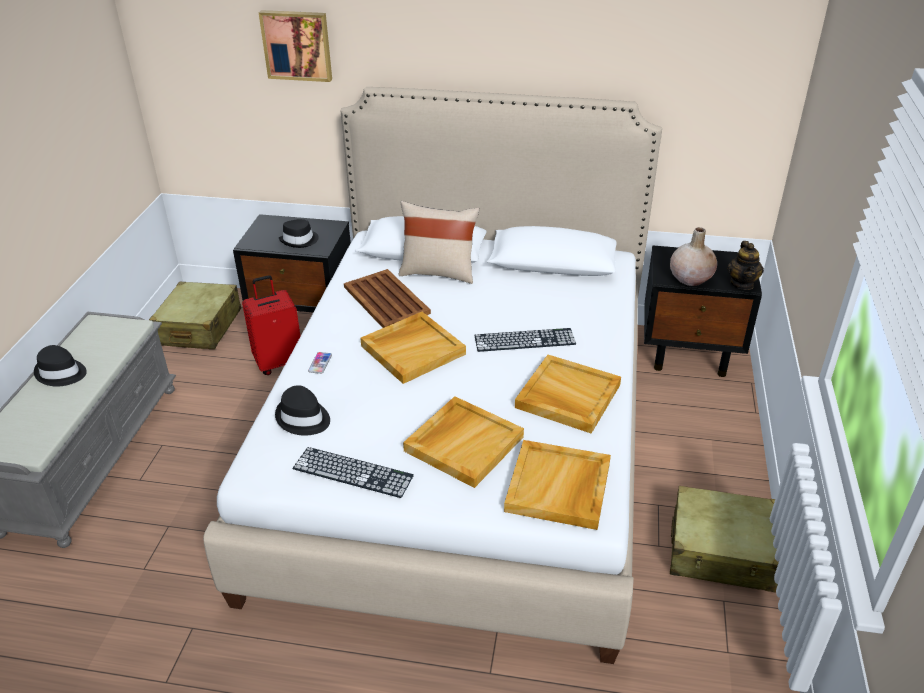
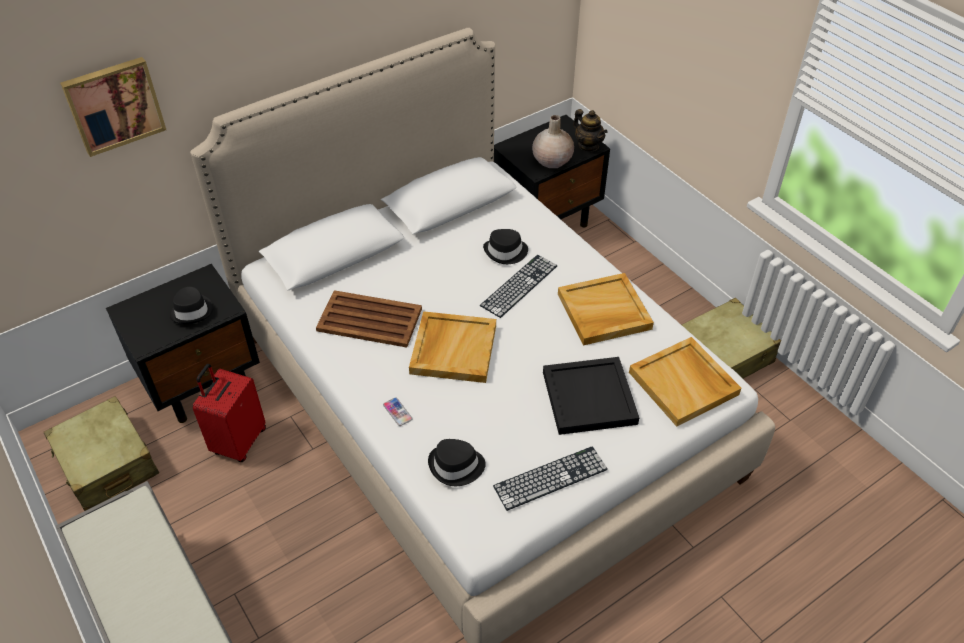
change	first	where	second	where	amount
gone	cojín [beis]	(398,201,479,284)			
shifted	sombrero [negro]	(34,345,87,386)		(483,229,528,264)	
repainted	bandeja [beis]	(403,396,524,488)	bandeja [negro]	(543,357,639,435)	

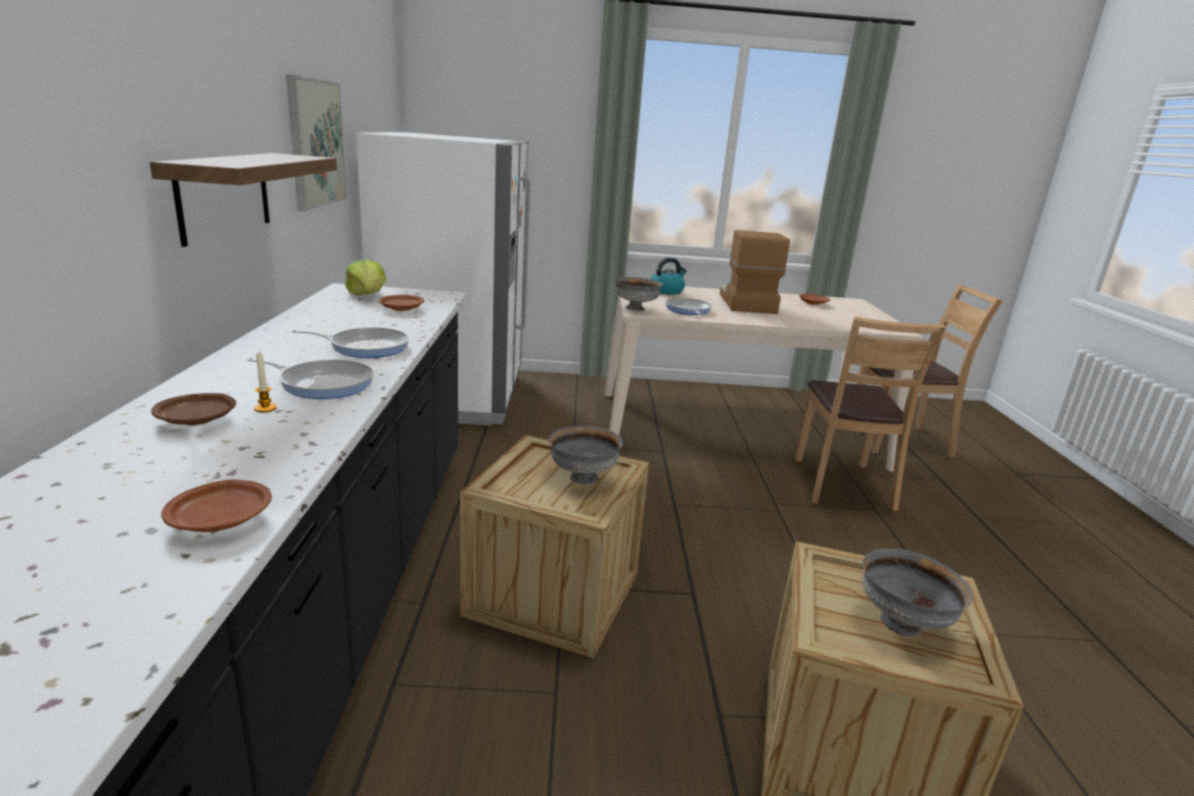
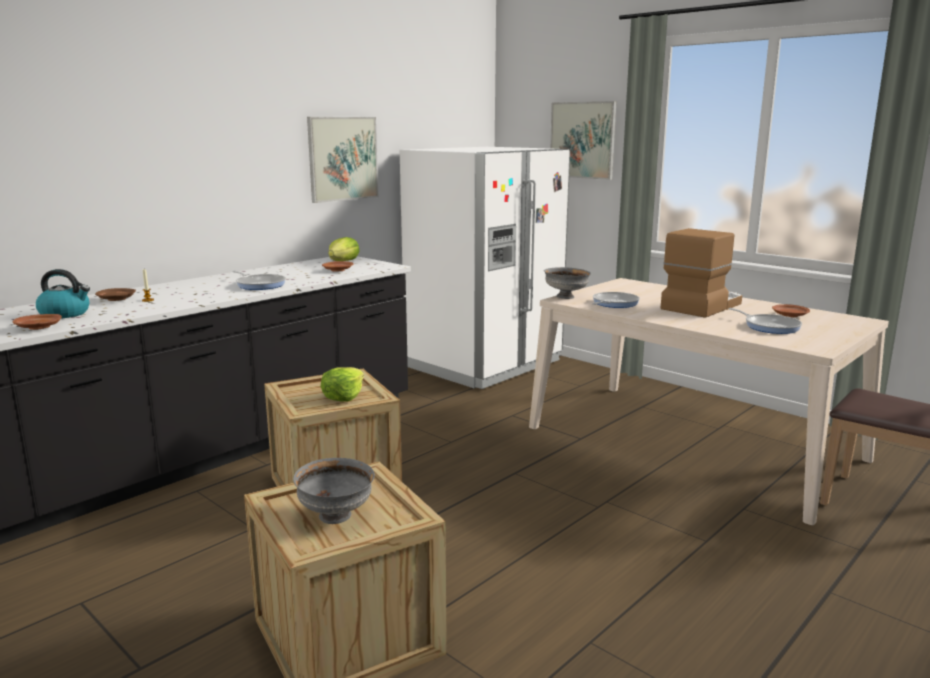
change	first	where	second	where	amount
gone	estante	(150,153,337,247)			
gone	silla [marrón]	(795,317,946,511)			
new			cuadro	(550,101,616,180)	
shifted	sartén	(247,357,374,399)		(729,308,802,334)	
shifted	hervidor	(651,258,687,295)		(36,269,90,318)	
swapped	cuenco [gris]	(548,426,623,484)	lechuga	(321,367,364,402)	

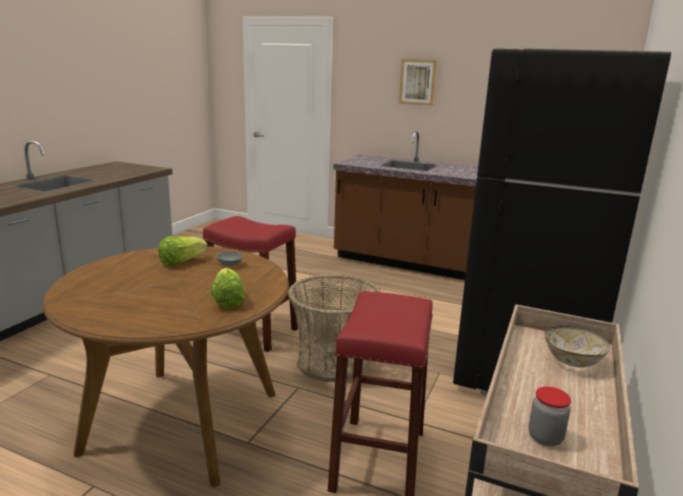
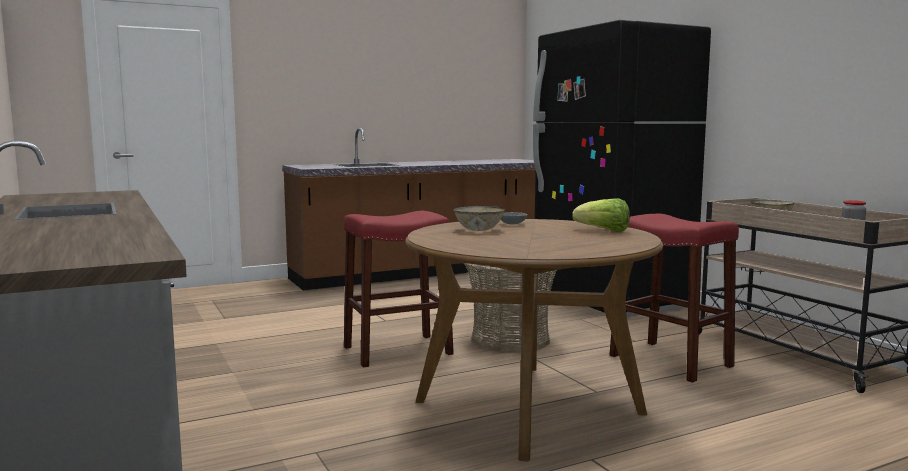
change	first	where	second	where	amount
gone	cuadro	(399,59,437,106)			
swapped	lechuga	(158,236,208,266)	cuenco	(454,206,505,231)	

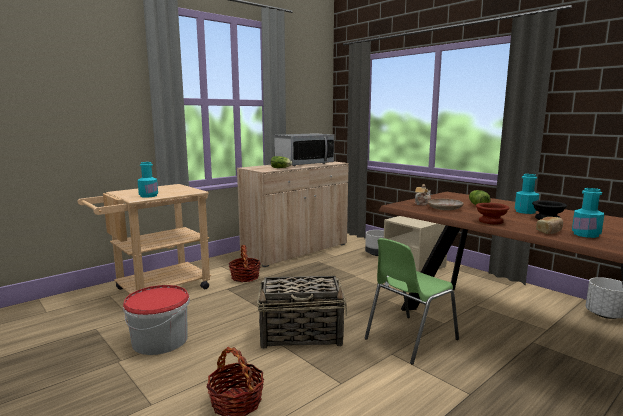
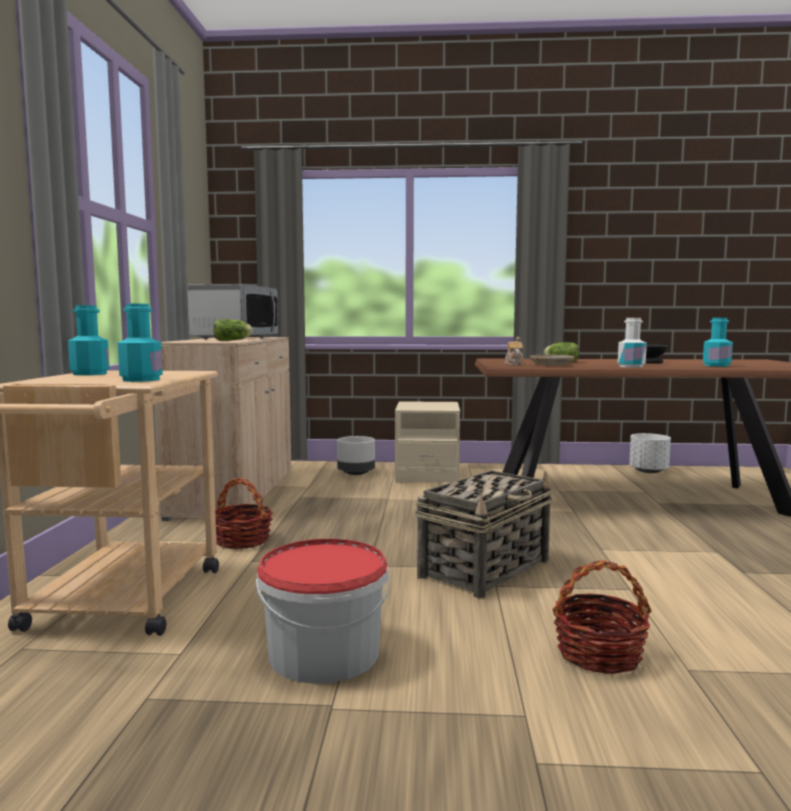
change	first	where	second	where	amount
gone	silla [verde]	(365,238,459,365)			
gone	pan	(536,217,563,234)			
shifted	botella [turquesa]	(515,174,539,214)		(68,305,110,375)	
swapped	cuenco [marrón]	(476,203,510,224)	botella [blanco]	(618,318,647,368)	

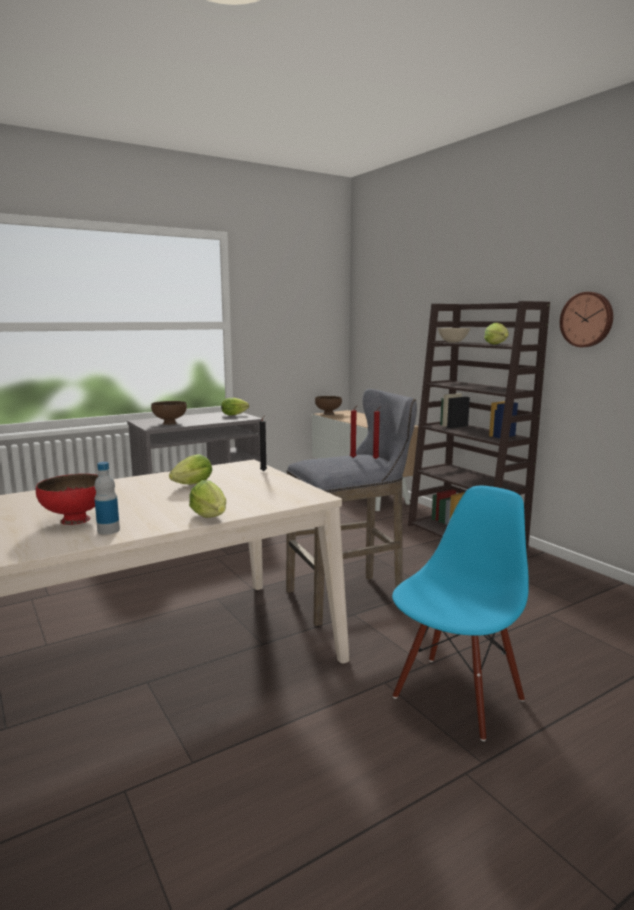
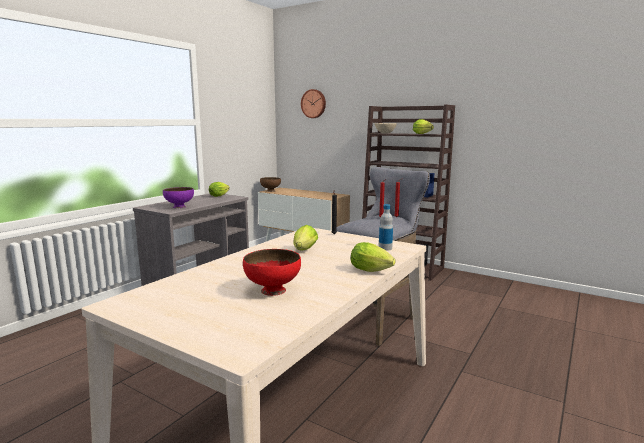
change	first	where	second	where	amount
gone	silla [azul]	(392,486,529,741)			
shifted	botella	(94,462,120,535)		(379,204,393,251)	
shifted	reloj de pared	(560,292,613,347)		(301,89,326,118)	
repainted	cuenco [marrón]	(151,401,187,425)	cuenco [morado]	(163,187,194,208)	

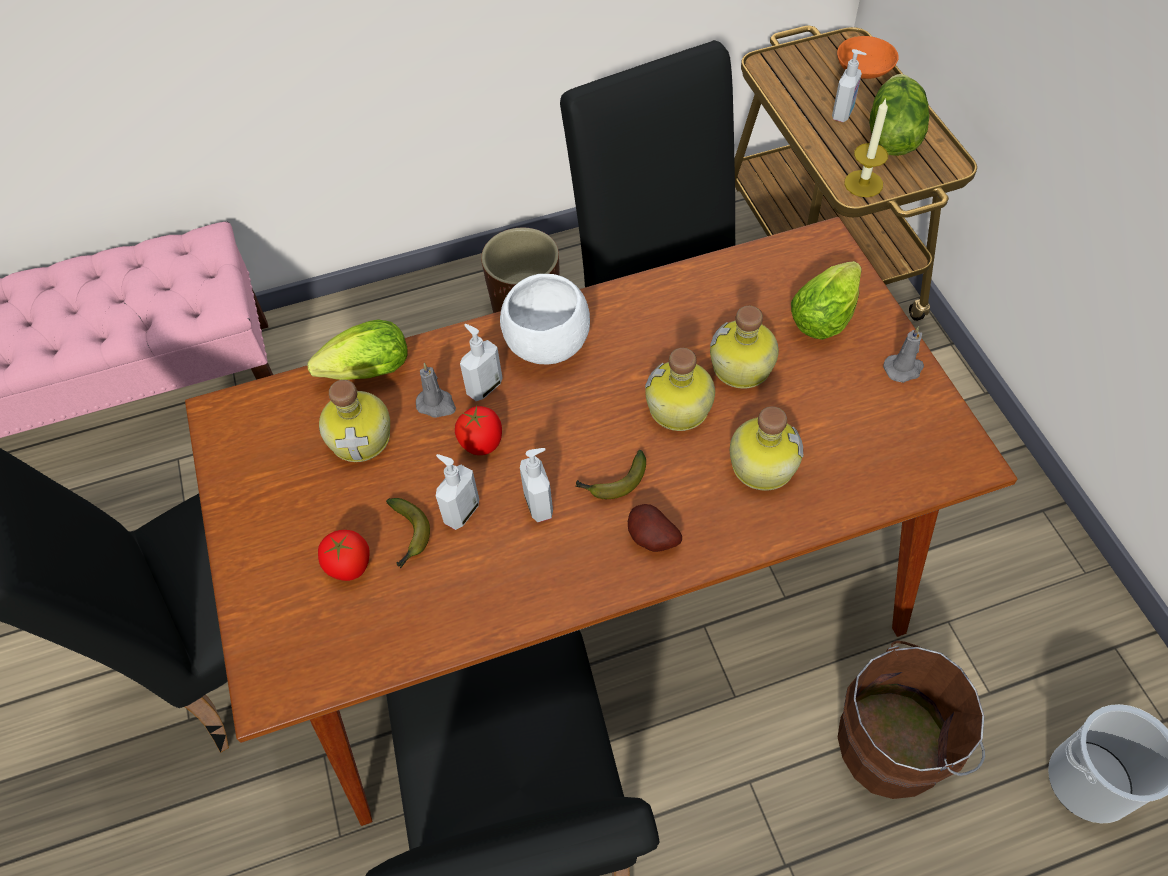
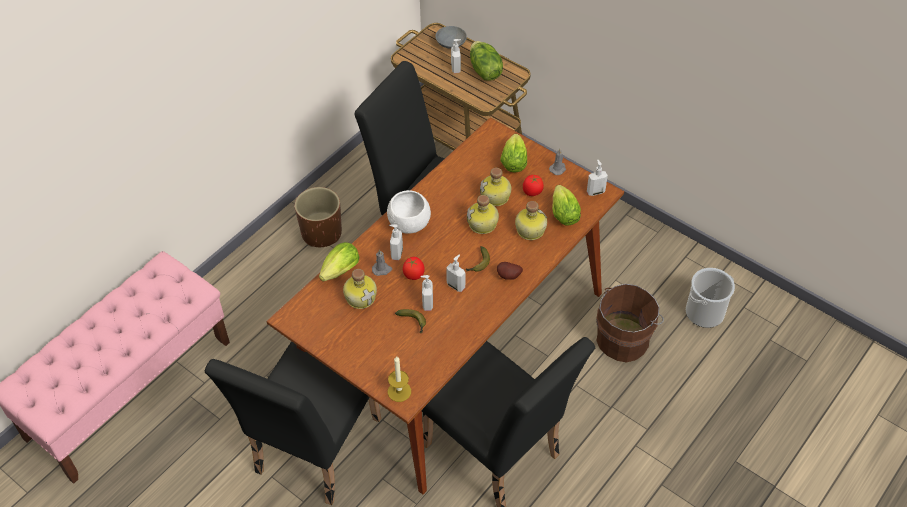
change	first	where	second	where	amount
new			lechuga	(552,185,581,226)	
new			dispensador de jabón	(587,160,608,196)	
shifted	tomate	(318,530,370,581)		(523,175,544,196)	
shifted	vela	(844,98,888,197)		(388,356,411,402)	
repainted	cuenco [naranja]	(837,36,899,79)	cuenco [gris]	(435,26,467,49)	

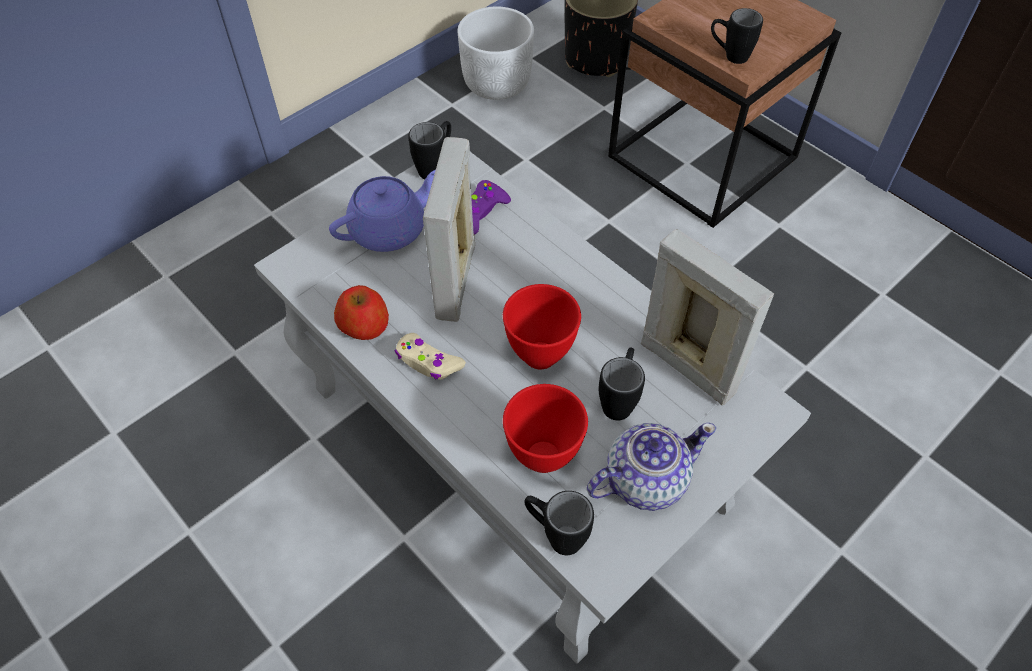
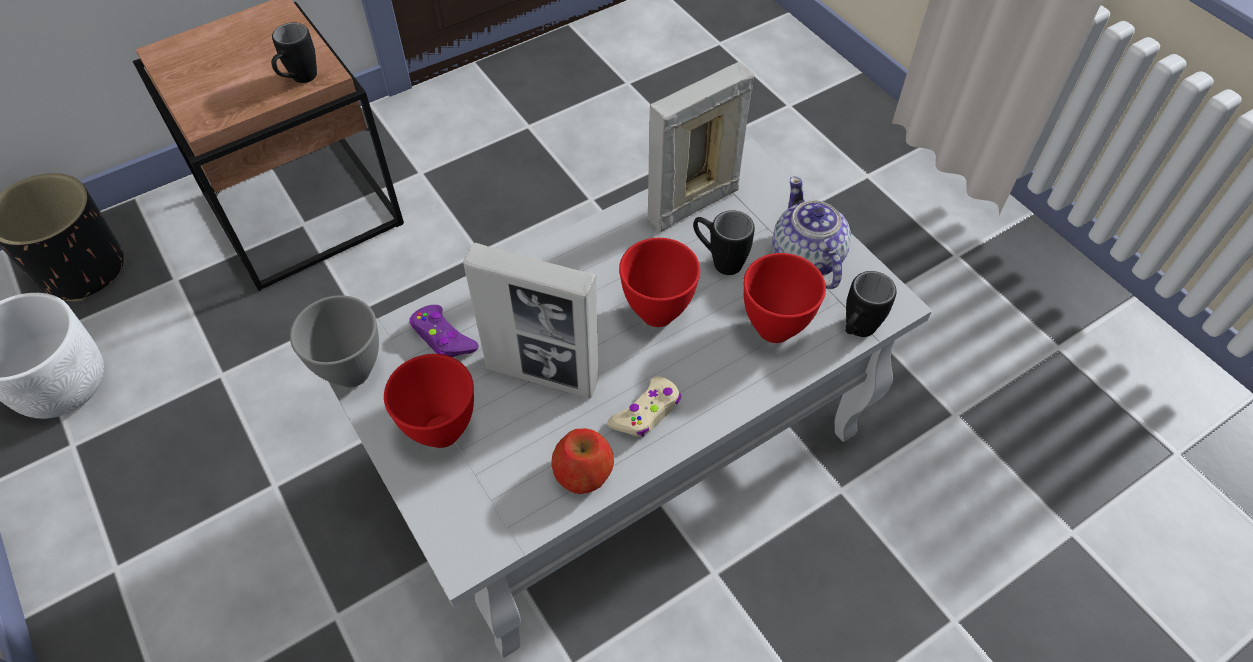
change	first	where	second	where	amount
swapped	tetera [morado]	(329,170,435,252)	cuenco [rojo]	(384,354,474,448)	
swapped	taza grande [negro]	(408,121,451,179)	cuenco [gris]	(290,295,379,387)	

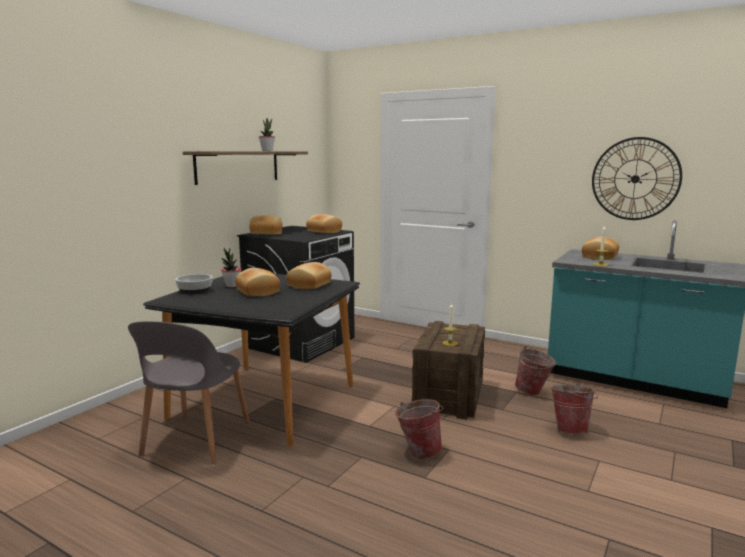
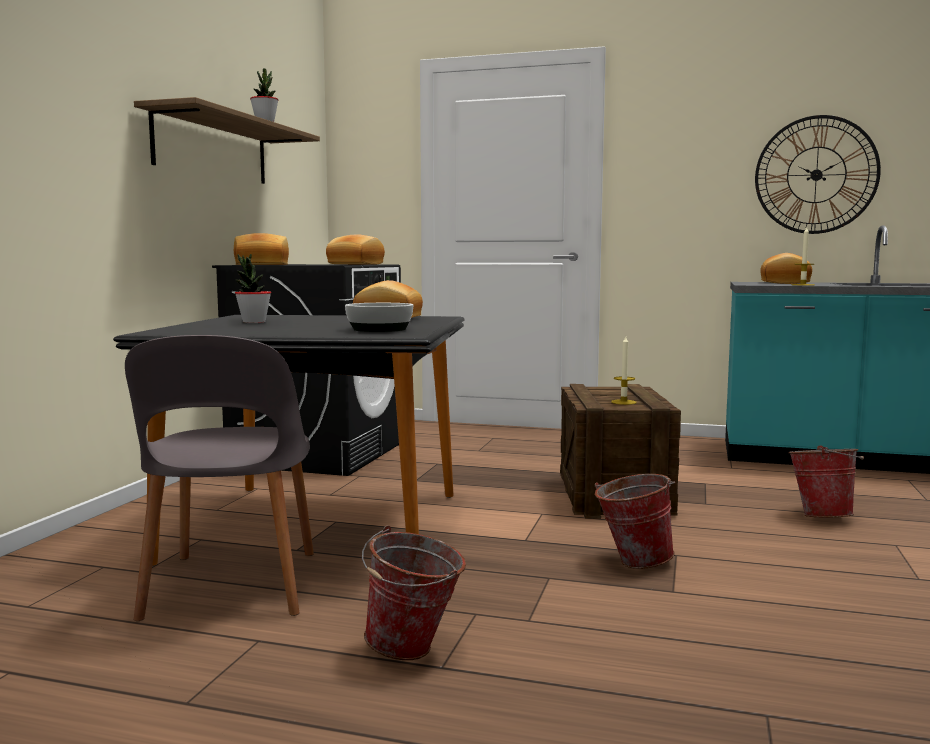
change	first	where	second	where	amount
gone	pan	(235,268,280,297)			
shifted	cuenco	(175,274,213,294)		(345,303,413,332)	
shifted	cubo	(515,346,556,395)		(362,526,466,660)	

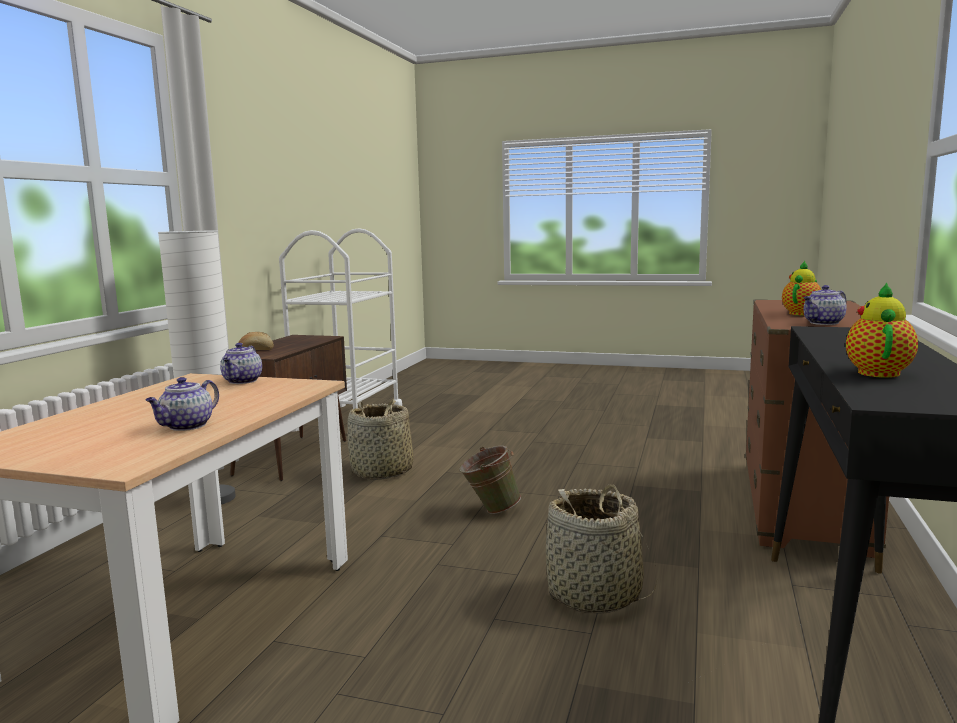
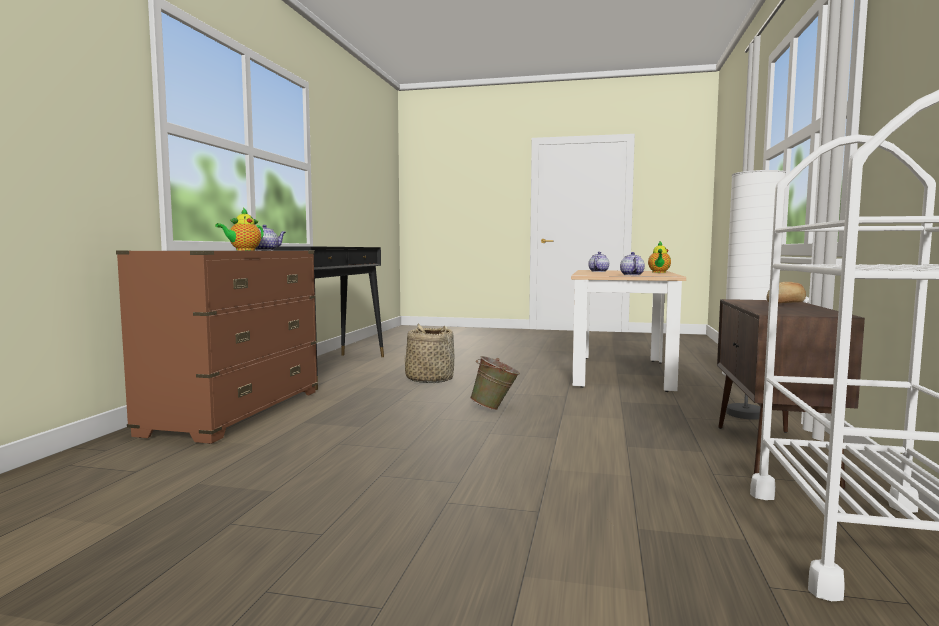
change	first	where	second	where	amount
gone	cesta	(347,399,413,480)			
shifted	tetera	(846,282,918,378)		(648,241,671,273)	

